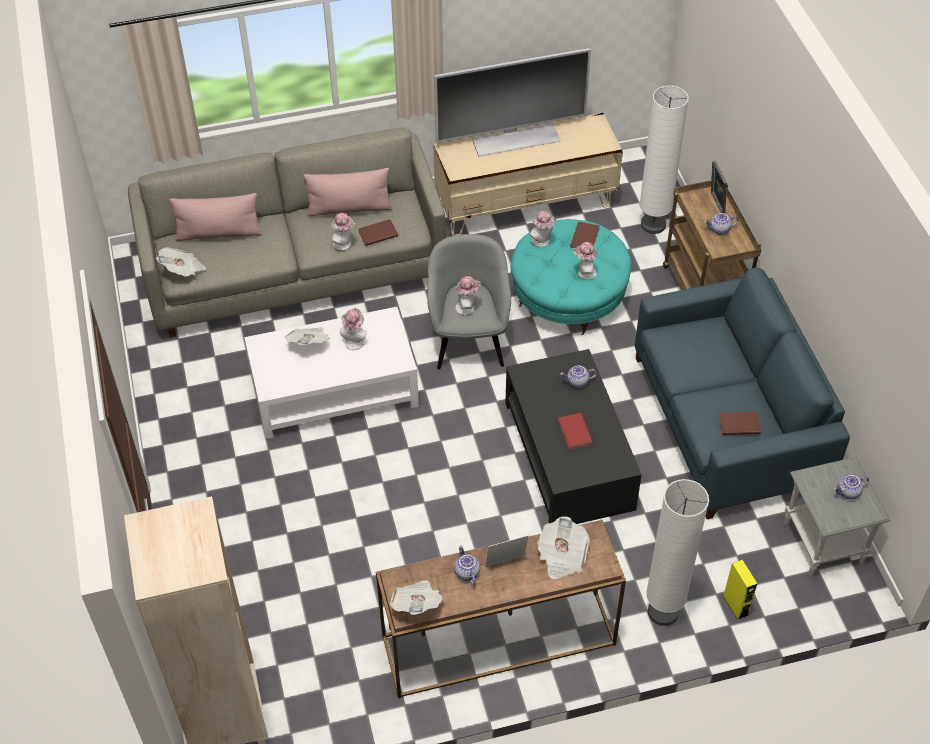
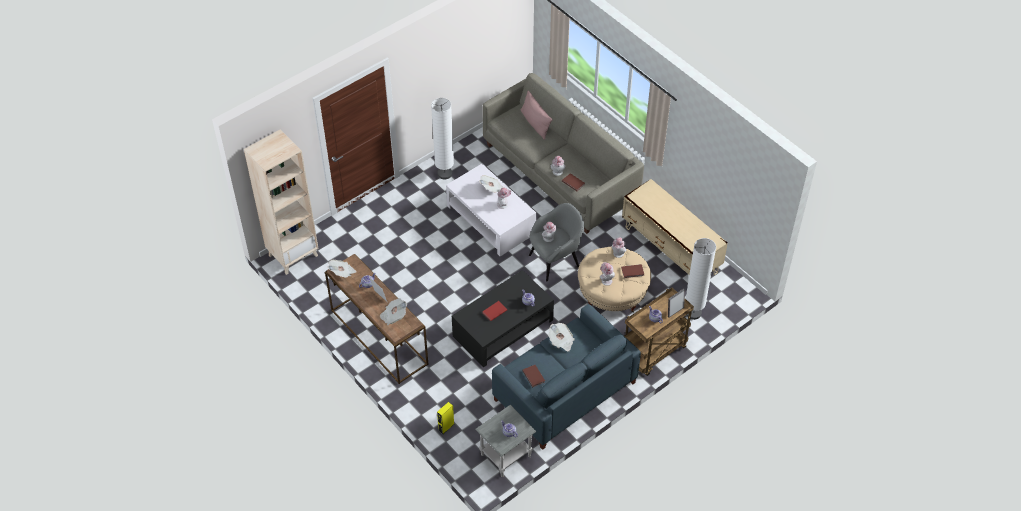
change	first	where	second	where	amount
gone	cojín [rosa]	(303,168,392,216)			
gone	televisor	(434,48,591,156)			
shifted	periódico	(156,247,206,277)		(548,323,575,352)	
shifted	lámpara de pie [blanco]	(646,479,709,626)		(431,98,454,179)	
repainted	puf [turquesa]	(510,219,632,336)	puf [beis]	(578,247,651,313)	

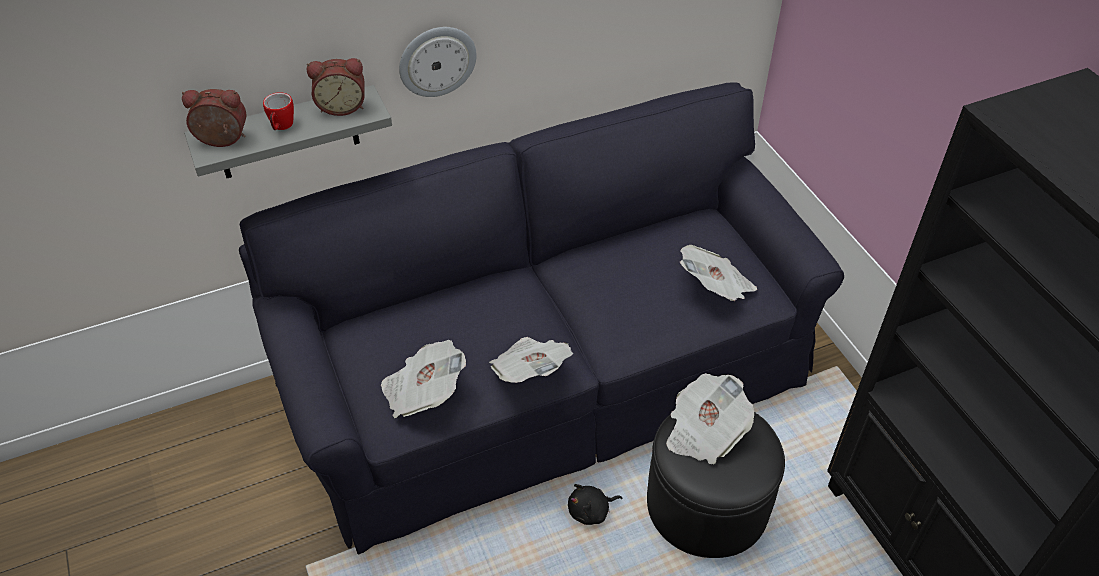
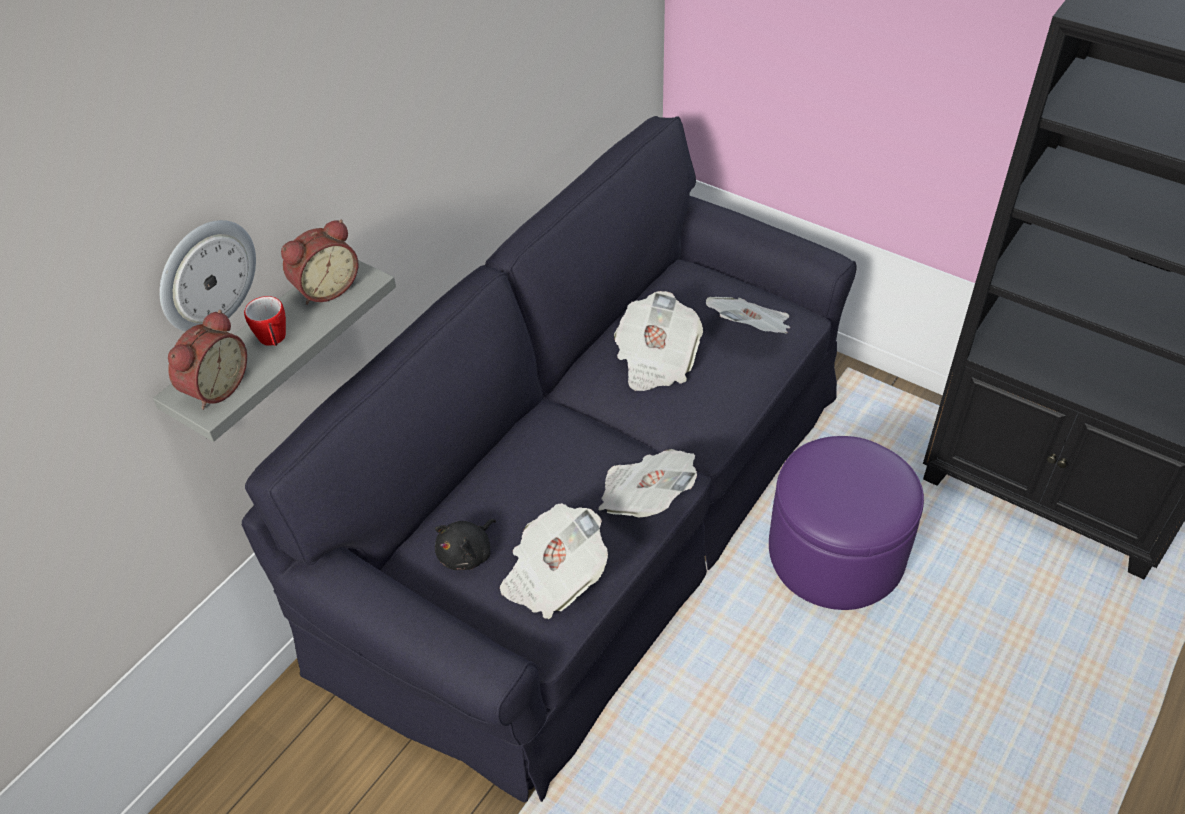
change	first	where	second	where	amount
shifted	reloj de pared	(399,27,477,97)		(159,220,256,332)	
shifted	peluche [negro]	(568,484,622,525)		(435,519,496,570)	
shifted	periódico	(666,373,754,464)		(614,291,703,391)	
repainted	puf [negro]	(647,412,785,558)	puf [morado]	(769,436,924,610)	
rotated	despertador	(182,89,246,147)		(168,310,247,410)	150 degrees clockwise

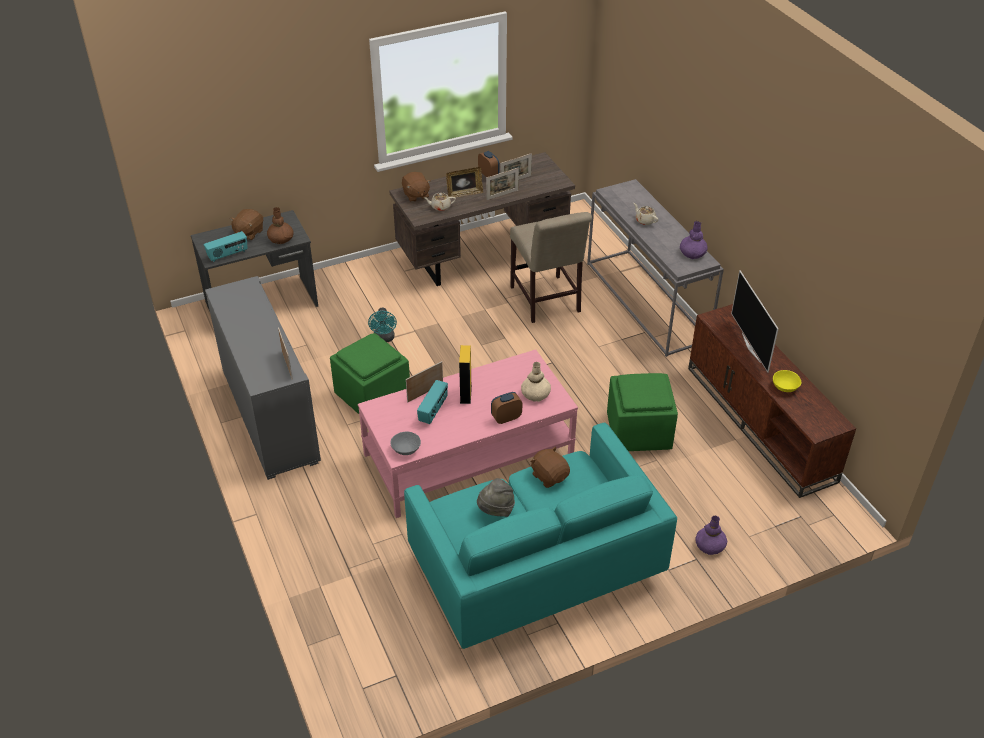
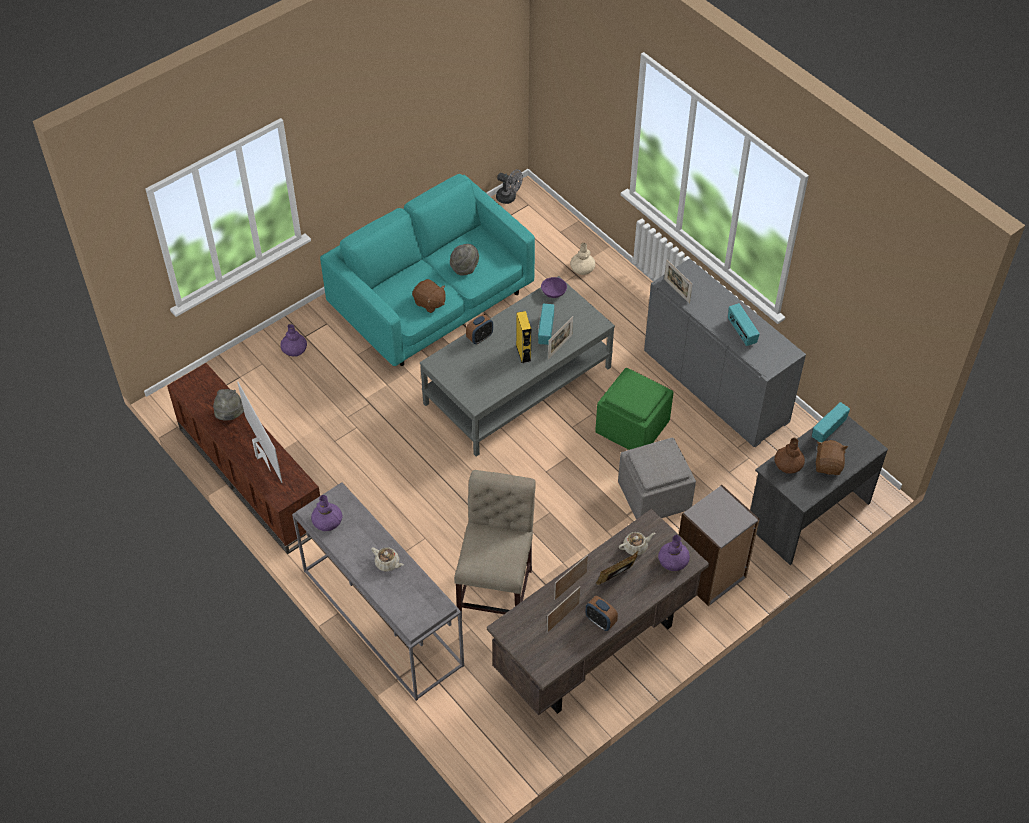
change	first	where	second	where	amount
gone	puf [verde]	(607,373,678,451)			
new			ventilador [gris]	(496,169,523,204)	
new			estantería [gris]	(679,485,760,606)	
new			radio	(728,303,760,346)	
shifted	florero [beis]	(521,362,551,402)		(570,243,595,275)	
swapped	ventilador [turquesa]	(368,308,397,342)	puf [gris]	(618,438,696,519)	
swapped	peluche [marrón]	(402,172,431,202)	florero [morado]	(658,535,690,571)	
swapped	cuenco [amarillo]	(773,370,801,392)	sombrero [gris]	(213,389,244,421)	
repainted	mesa de centro [rosa]	(358,349,578,518)	mesa de centro [gris]	(420,276,615,457)	
repainted	cuenco [gris]	(390,431,421,455)	cuenco [morado]	(541,277,567,298)	
rotated	silla [beis]	(510,212,592,323)		(454,470,536,614)	45 degrees clockwise

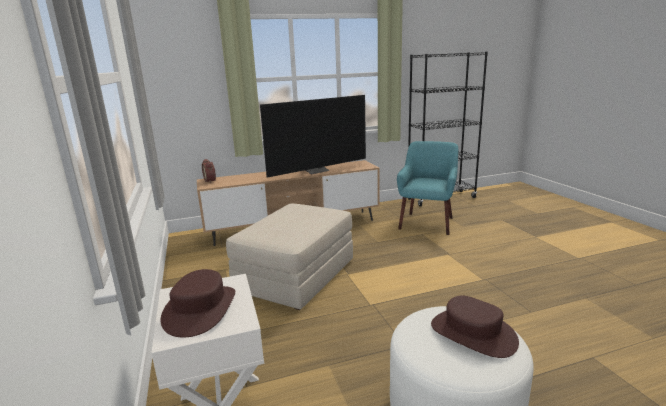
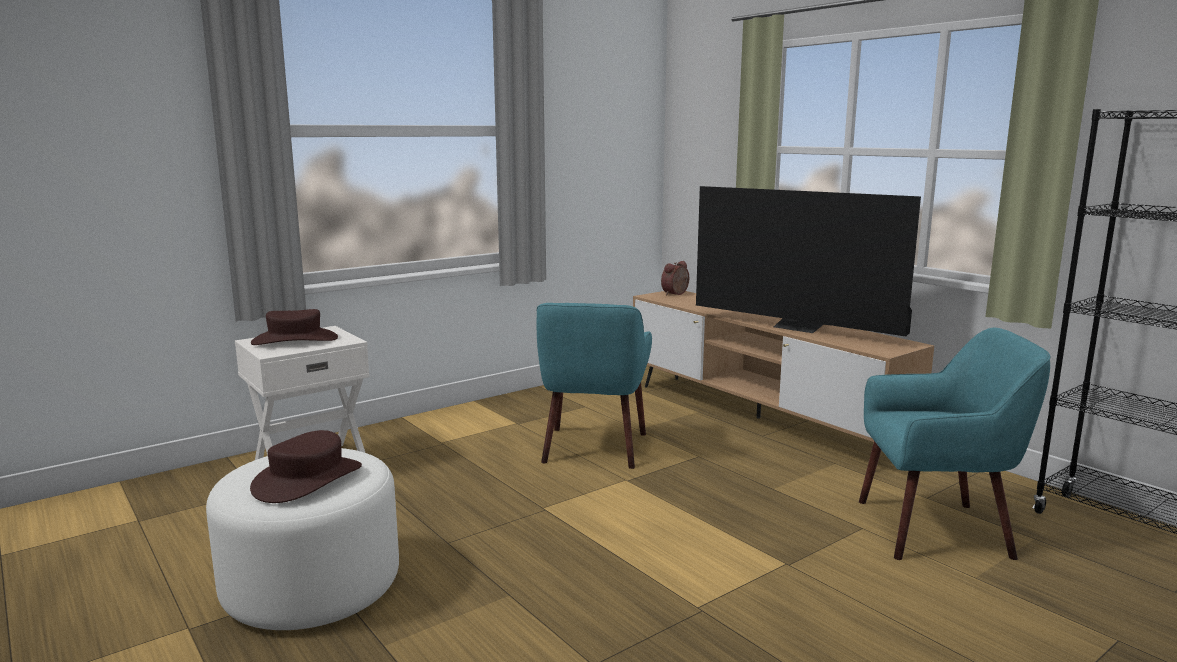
change	first	where	second	where	amount
swapped	puf [beis]	(226,204,353,310)	sillón [turquesa]	(537,303,652,469)	

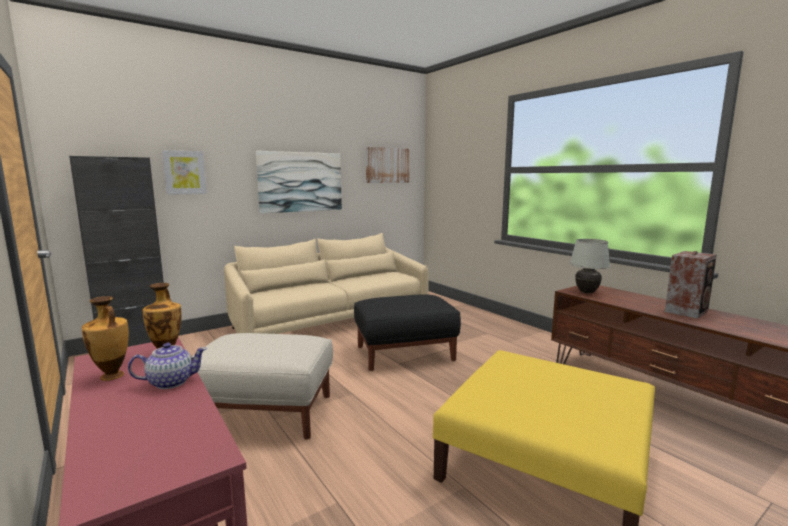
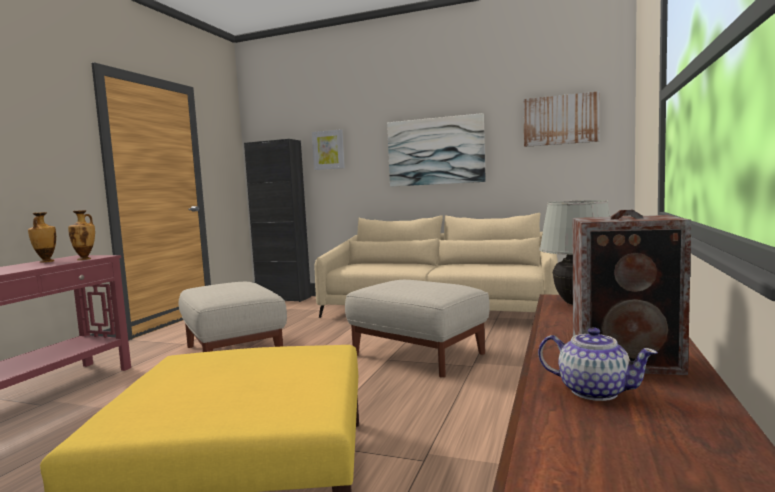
change	first	where	second	where	amount
shifted	tetera	(128,343,207,389)		(538,327,658,401)	
repainted	puf [negro]	(354,294,461,371)	puf [beis]	(345,280,490,377)	

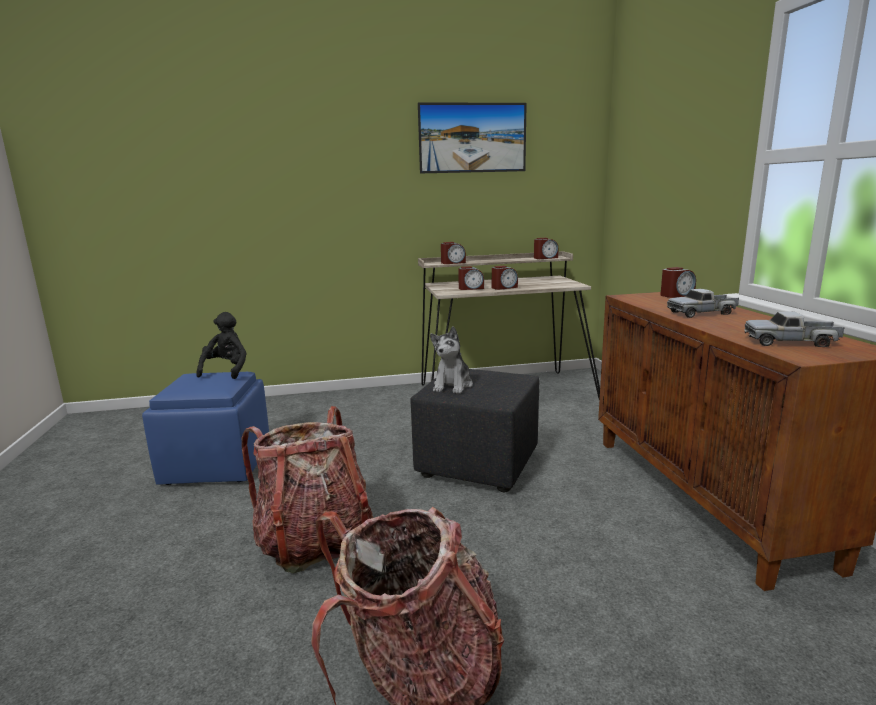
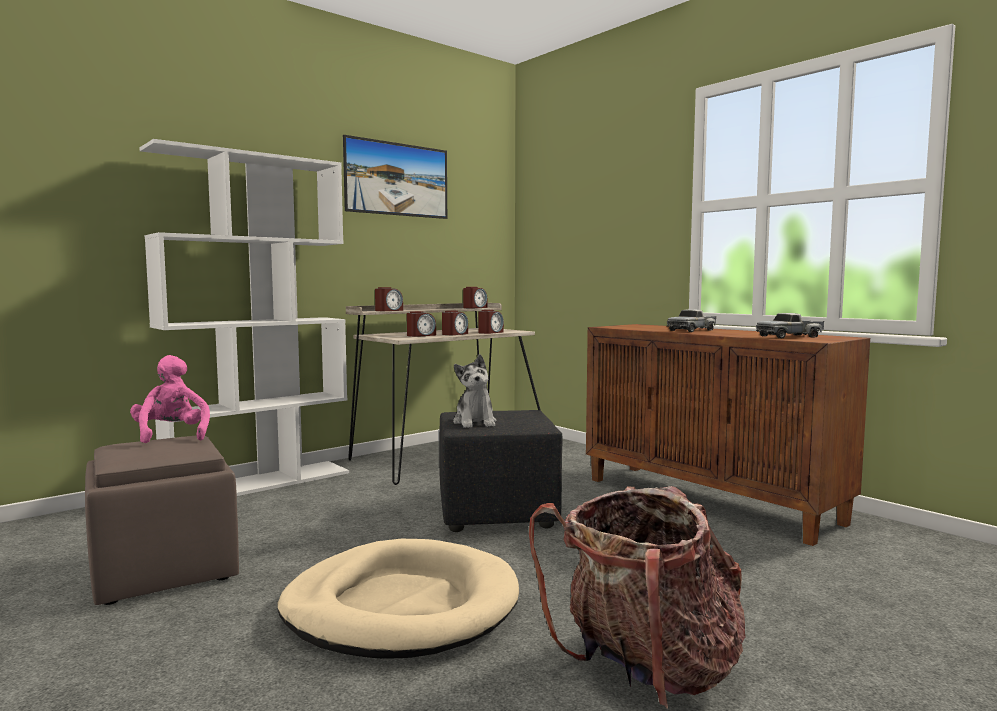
change	first	where	second	where	amount
new			estantería [blanco]	(140,139,349,496)	
shifted	despertador	(660,267,696,298)		(478,310,504,334)	
swapped	mochila	(242,406,373,574)	cama para perro [beis]	(277,539,519,659)	
repainted	puf [azul]	(142,372,269,485)	puf [marrón]	(85,436,239,605)	
repainted	peluche [negro]	(196,312,247,379)	peluche [rosa]	(130,355,210,443)	

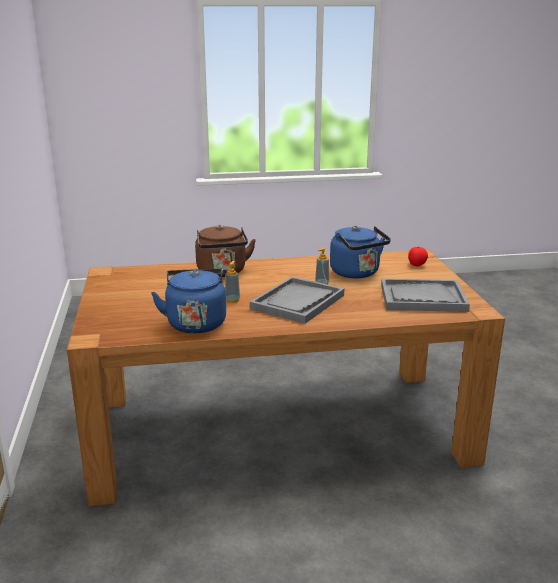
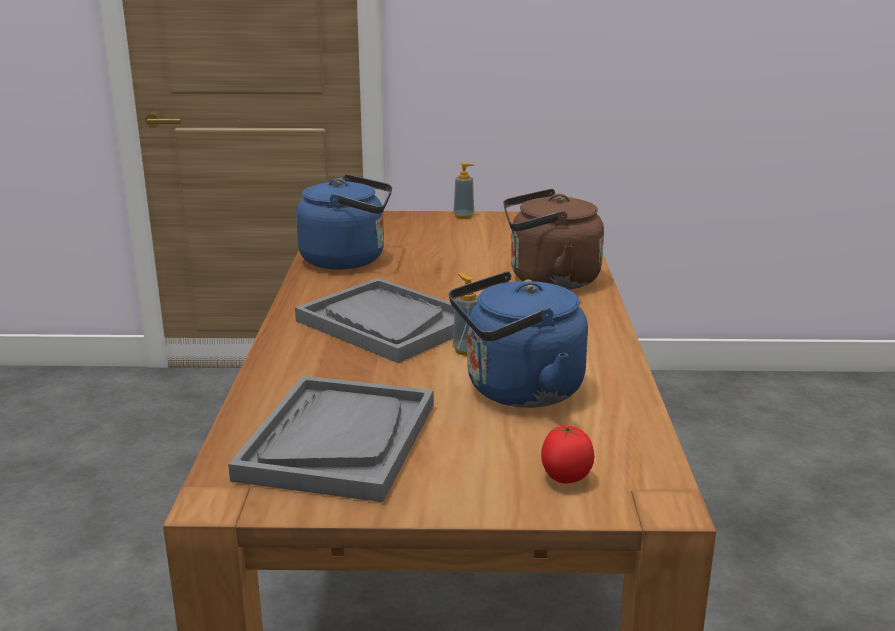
change	first	where	second	where	amount
shifted	dispensador de jabón	(225,261,240,303)		(453,162,475,219)	

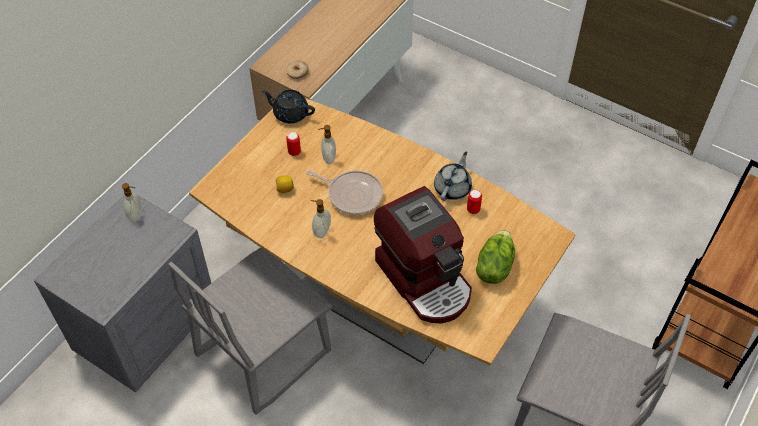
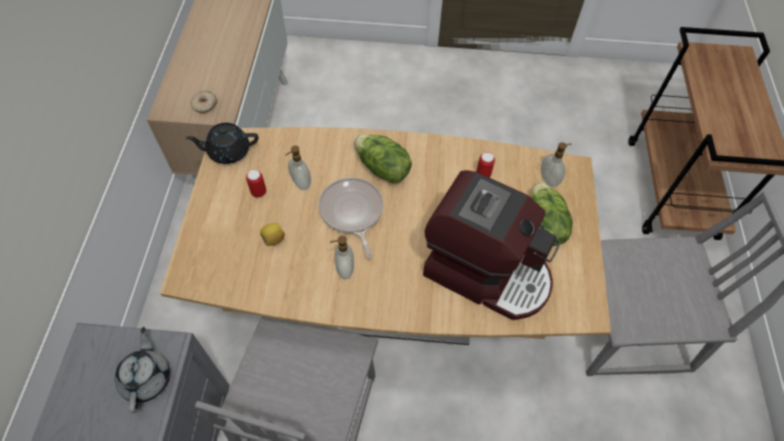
change	first	where	second	where	amount
new			lechuga	(354,134,412,183)	
shifted	dispensador de jabón	(122,183,142,222)		(541,142,571,187)	
shifted	tetera [gris]	(434,152,472,201)		(115,327,170,413)	
rotated	sartén	(306,170,383,215)		(318,177,383,258)	105 degrees counterclockwise

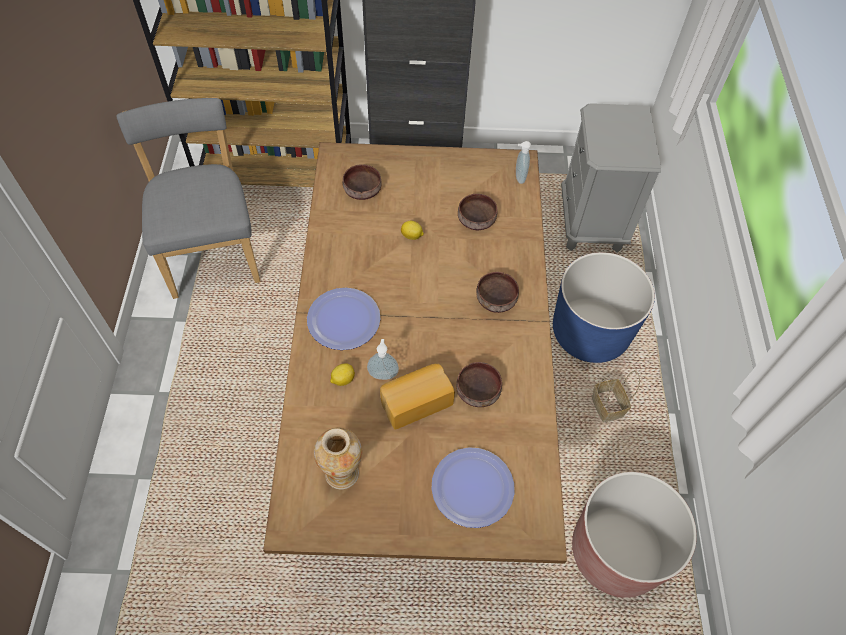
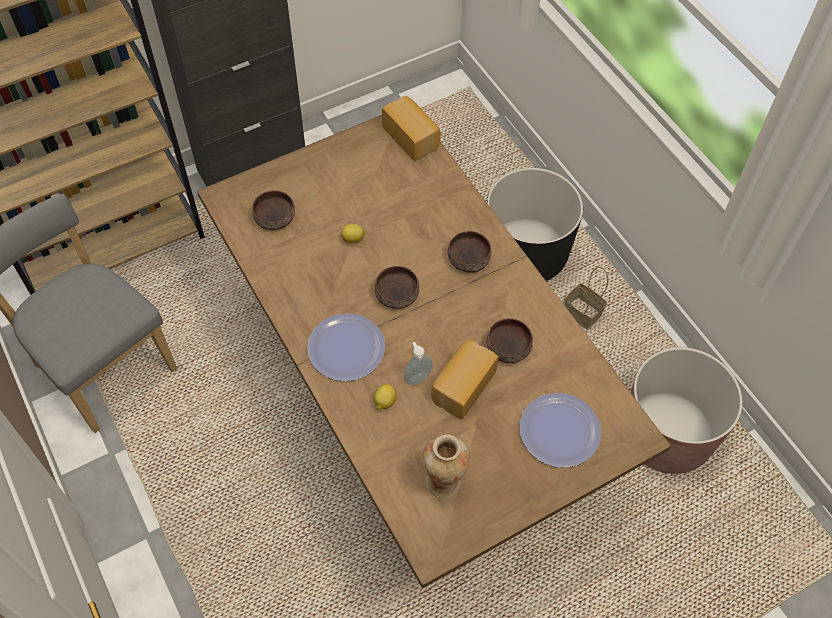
change	first	where	second	where	amount
gone	mesita de noche [gris]	(561,103,661,253)			
shifted	cuenco [marrón]	(458,194,497,230)		(375,266,419,309)	
swapped	dispensador de jabón	(516,141,531,184)	pan	(382,96,441,161)	
repainted	maceta [azul]	(553,252,655,363)	maceta [negro]	(487,168,583,281)	

